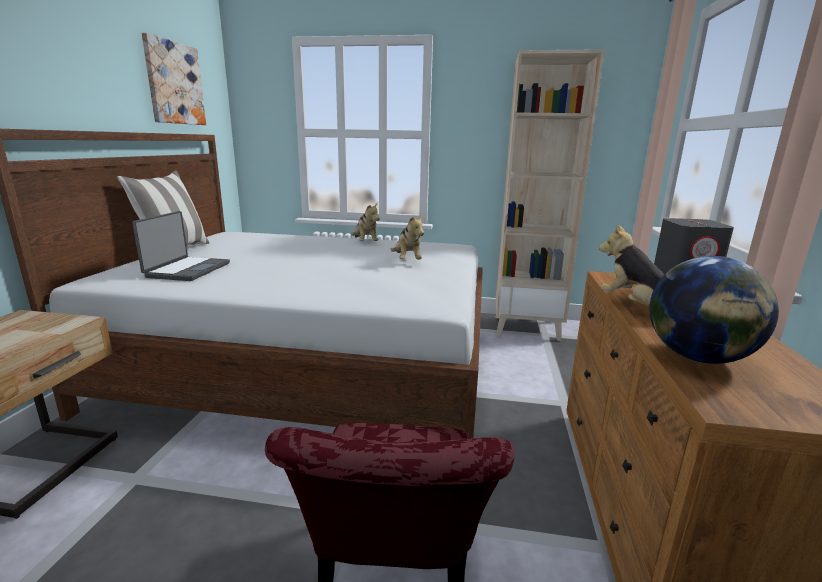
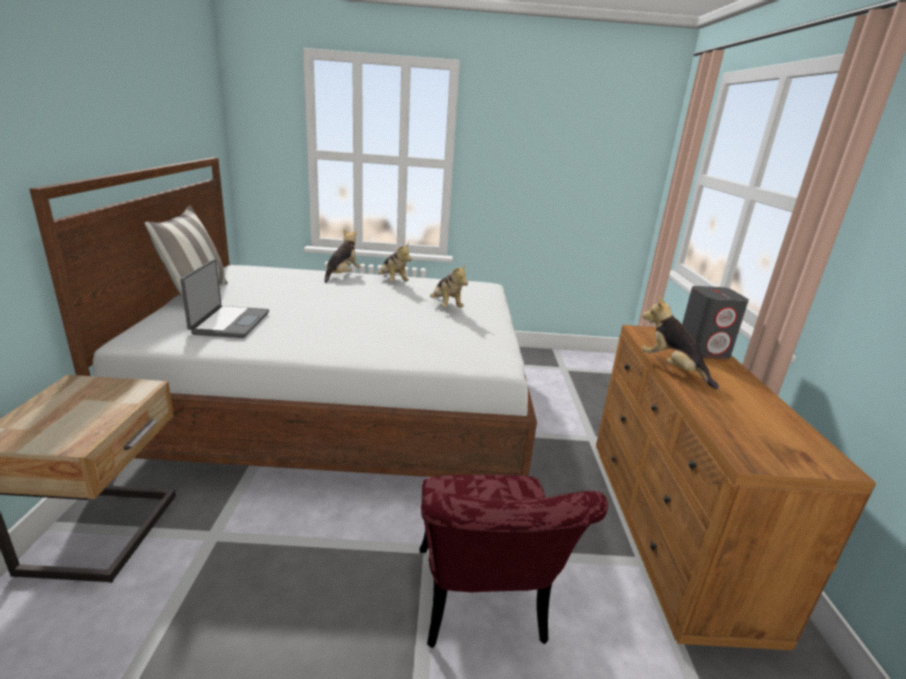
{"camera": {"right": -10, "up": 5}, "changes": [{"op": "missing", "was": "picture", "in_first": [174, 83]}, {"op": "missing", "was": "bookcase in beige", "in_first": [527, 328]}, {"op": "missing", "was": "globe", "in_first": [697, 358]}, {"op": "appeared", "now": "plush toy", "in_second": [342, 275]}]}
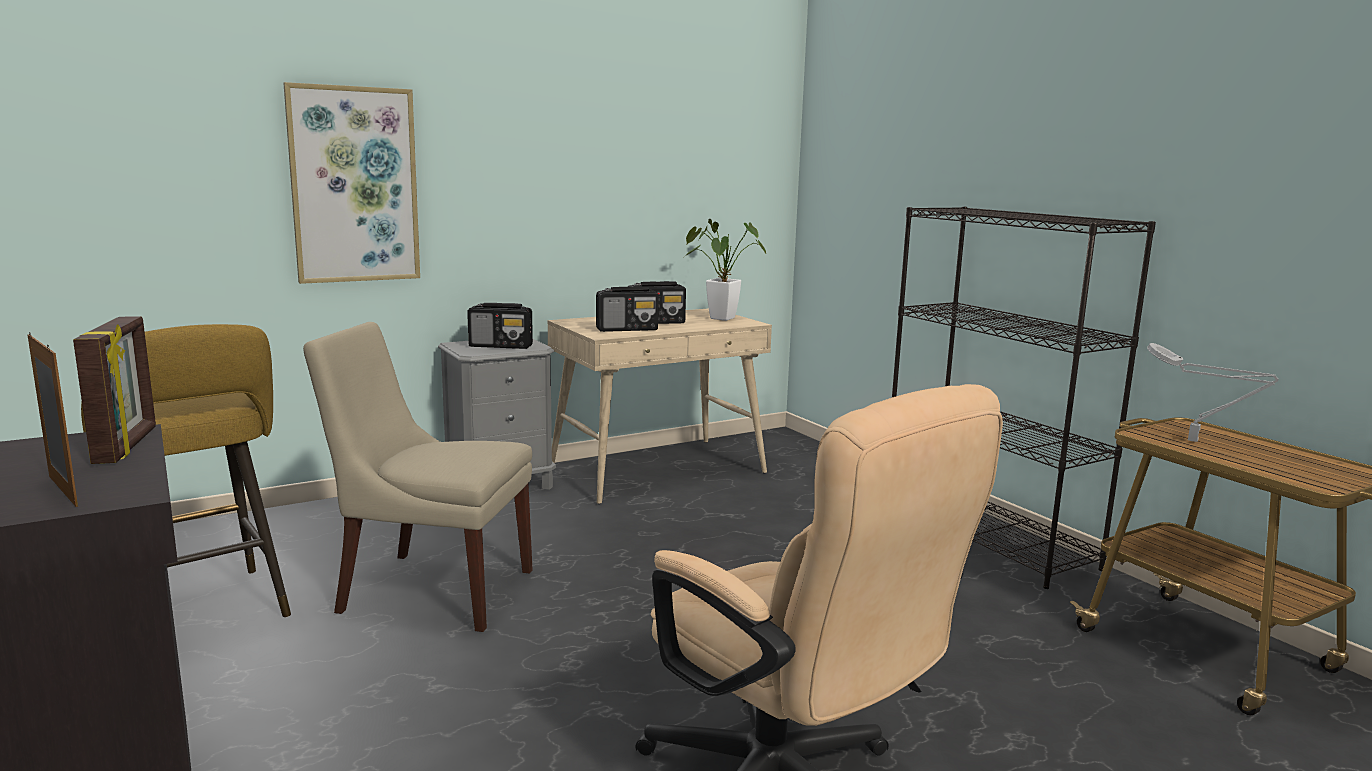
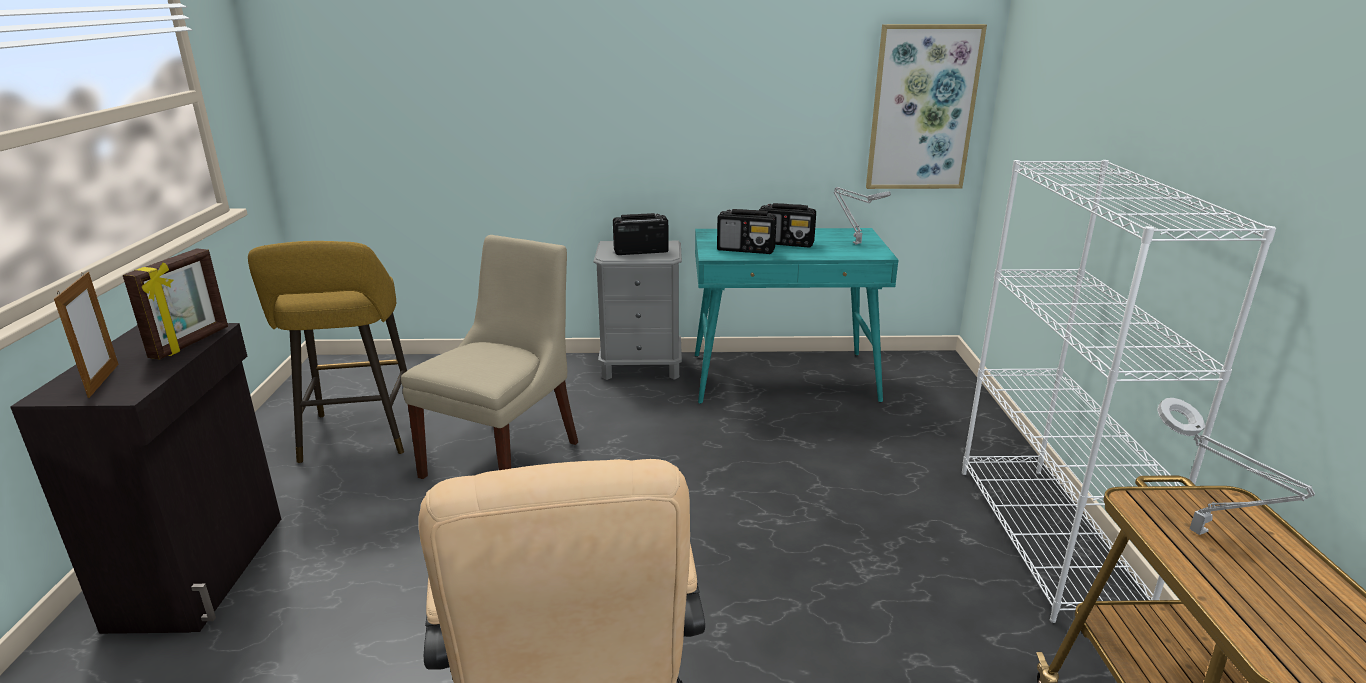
{"camera": {"right": 30, "up": 10}, "changes": [{"op": "relocated", "was": "picture", "in_first": [354, 185], "in_second": [922, 109]}, {"op": "colour", "was": "bookcase in black", "now": "bookcase in white", "in_first": [987, 538], "in_second": [1046, 538]}, {"op": "exchanged", "was": "potted plant", "now": "table lamp in grey", "in_first": [717, 318], "in_second": [855, 243]}, {"op": "spun", "was": "radio", "in_first": [501, 346], "in_second": [640, 251], "clockwise": 135}, {"op": "colour", "was": "desk in beige", "now": "desk in turquoise", "in_first": [658, 469], "in_second": [784, 377]}, {"op": "spun", "was": "chair in beige", "in_first": [431, 590], "in_second": [505, 456], "clockwise": 75}]}
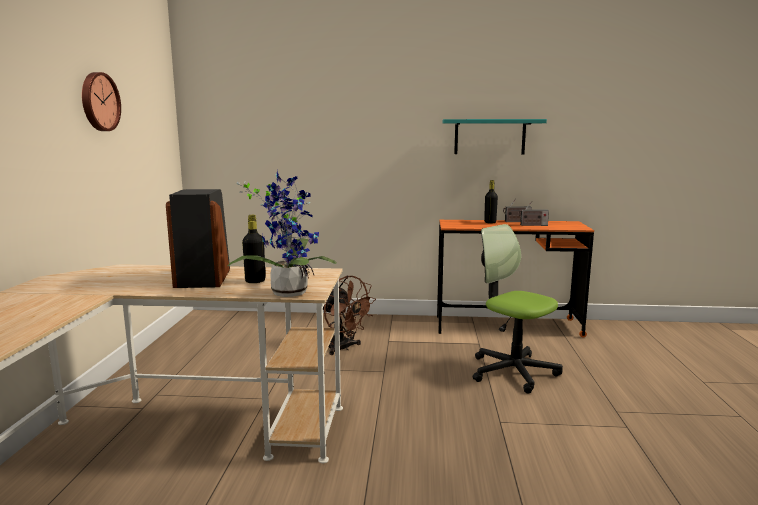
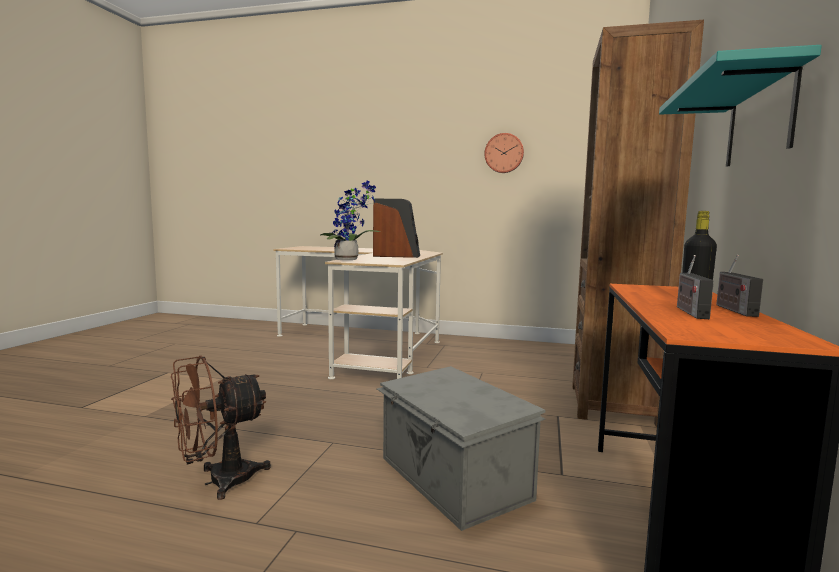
{"camera": {"right": 100, "up": -5}, "changes": [{"op": "missing", "was": "bottle in black", "in_first": [255, 281]}, {"op": "exchanged", "was": "office chair", "now": "storage box in grey", "in_first": [513, 371], "in_second": [452, 479]}, {"op": "relocated", "was": "fan in brown", "in_first": [343, 348], "in_second": [219, 481]}, {"op": "appeared", "now": "bookcase in brown", "in_second": [614, 405]}]}
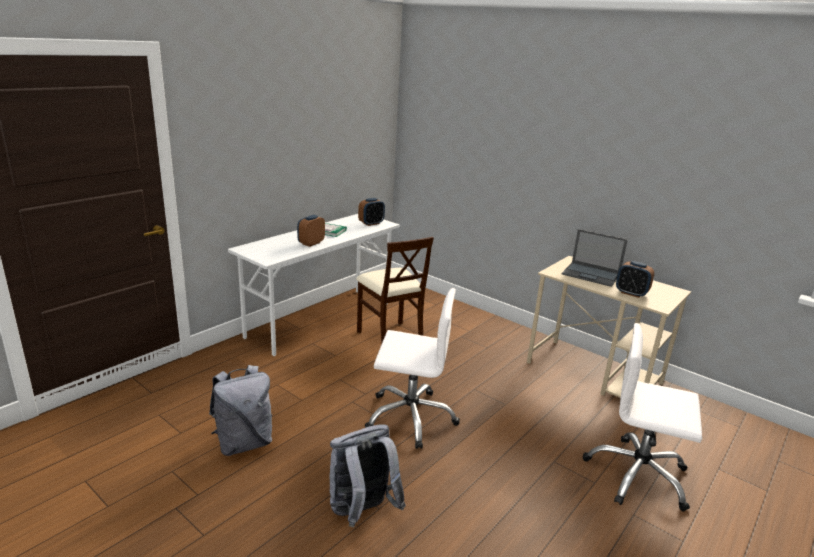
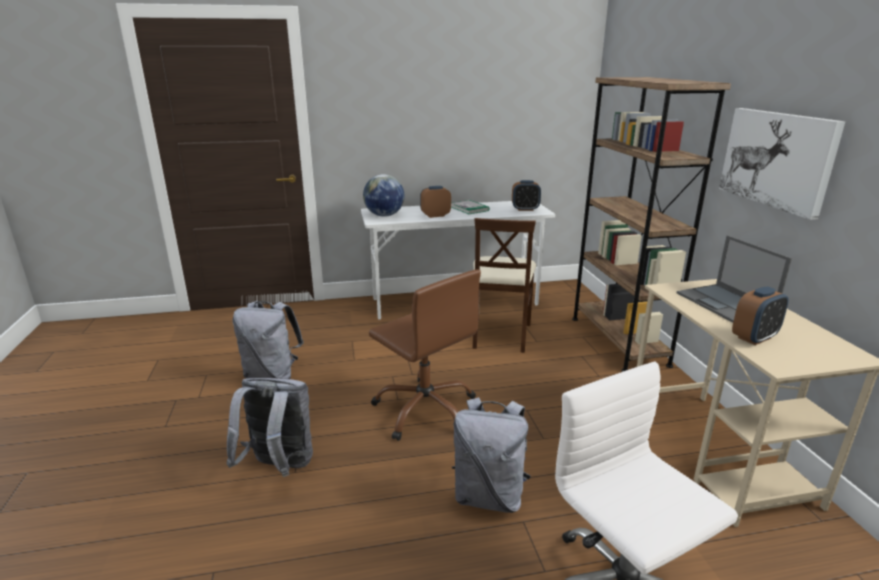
{"camera": {"right": 40, "up": 0}, "changes": [{"op": "spun", "was": "alarm clock", "in_first": [631, 293], "in_second": [754, 338], "clockwise": -105}, {"op": "colour", "was": "office chair in white", "now": "office chair in brown", "in_first": [410, 417], "in_second": [426, 409]}, {"op": "appeared", "now": "bookcase in brown", "in_second": [618, 340]}, {"op": "appeared", "now": "picture", "in_second": [777, 159]}, {"op": "appeared", "now": "globe", "in_second": [384, 215]}, {"op": "appeared", "now": "backpack in grey", "in_second": [489, 496]}]}
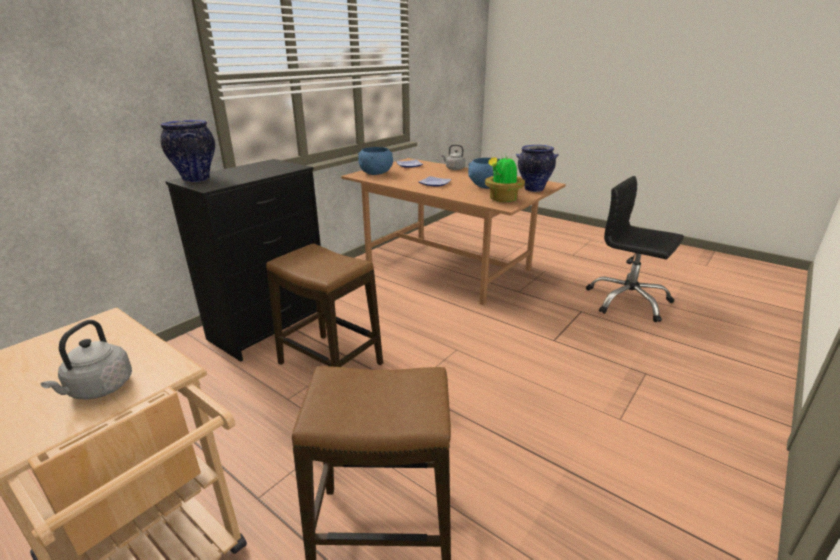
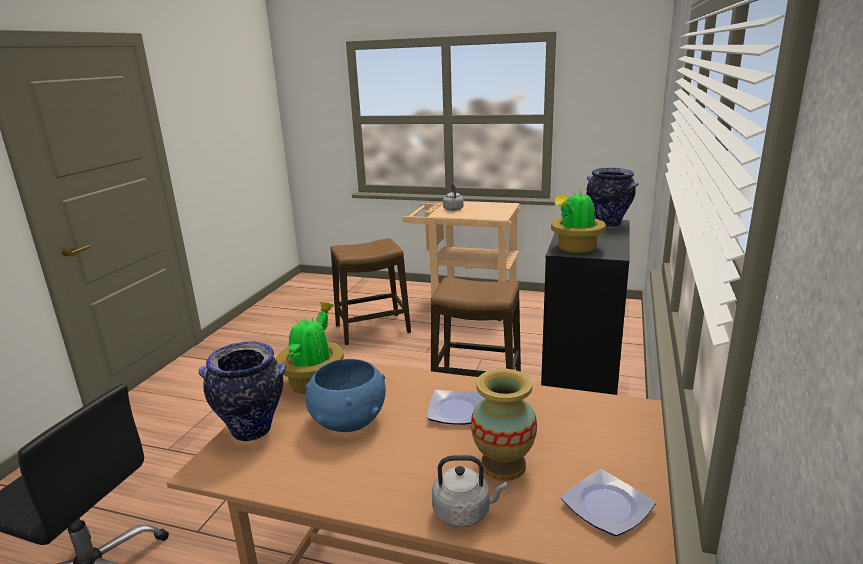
{"camera": {"right": 160, "up": -5}, "changes": [{"op": "missing", "was": "bowl in blue", "in_first": [376, 173]}, {"op": "appeared", "now": "potted plant", "in_second": [575, 249]}, {"op": "appeared", "now": "vase", "in_second": [503, 466]}]}
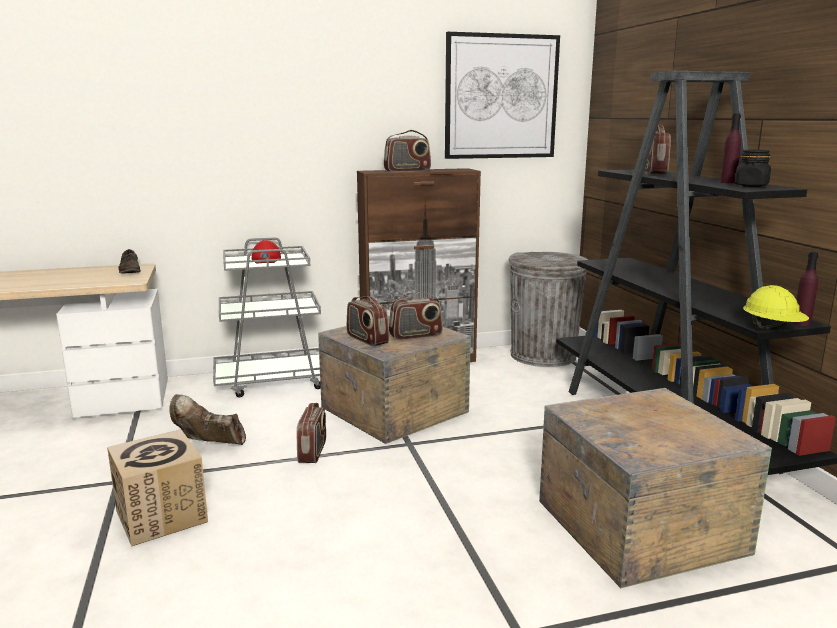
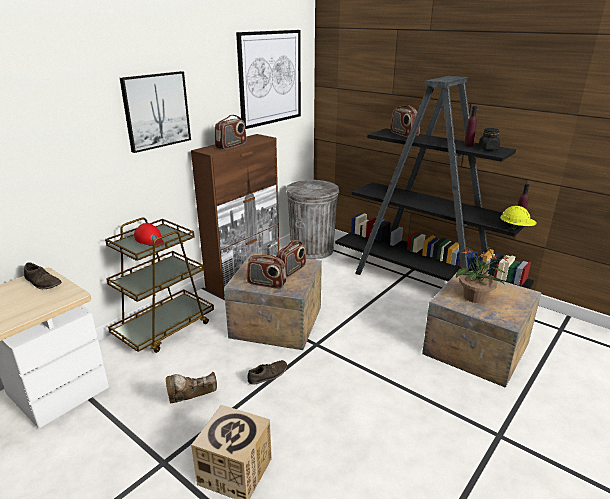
{"camera": {"right": -35, "up": 10}, "changes": [{"op": "colour", "was": "cart in grey", "now": "cart in brown", "in_first": [274, 381], "in_second": [165, 328]}, {"op": "exchanged", "was": "radio", "now": "shoe in brown", "in_first": [313, 452], "in_second": [267, 375]}, {"op": "appeared", "now": "picture", "in_second": [156, 111]}, {"op": "appeared", "now": "potted plant", "in_second": [475, 297]}]}
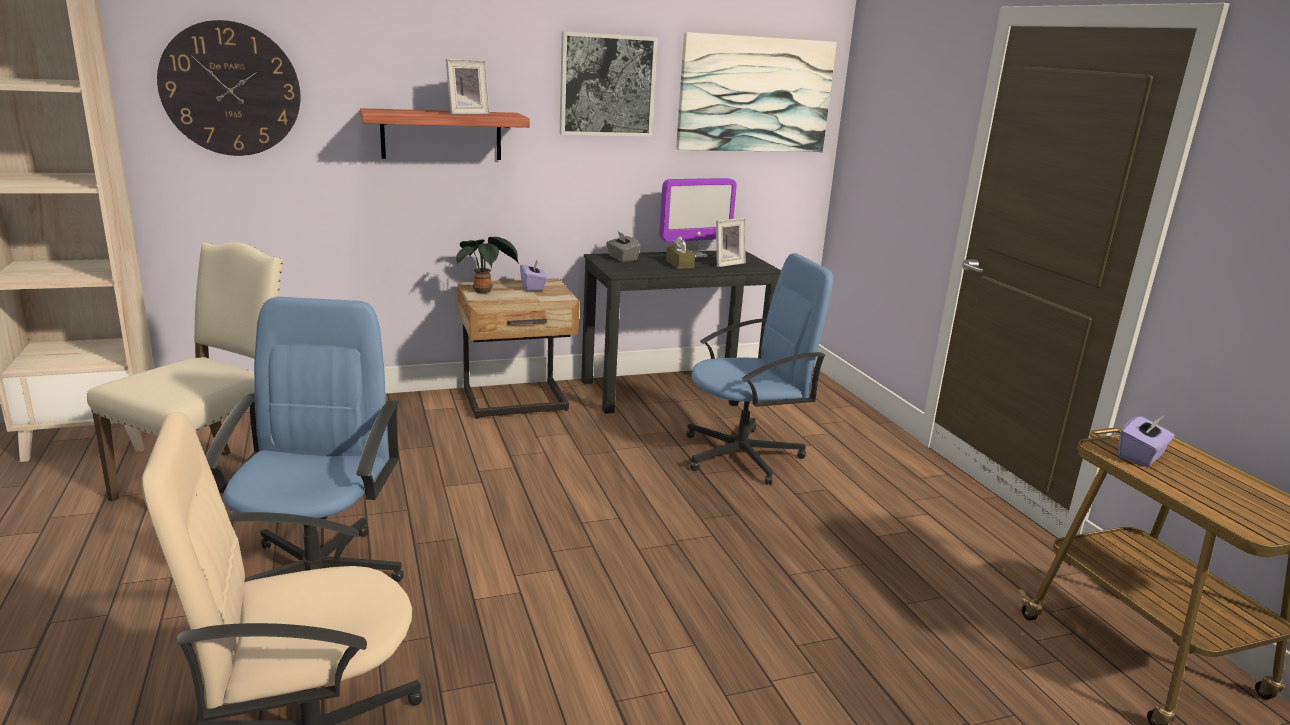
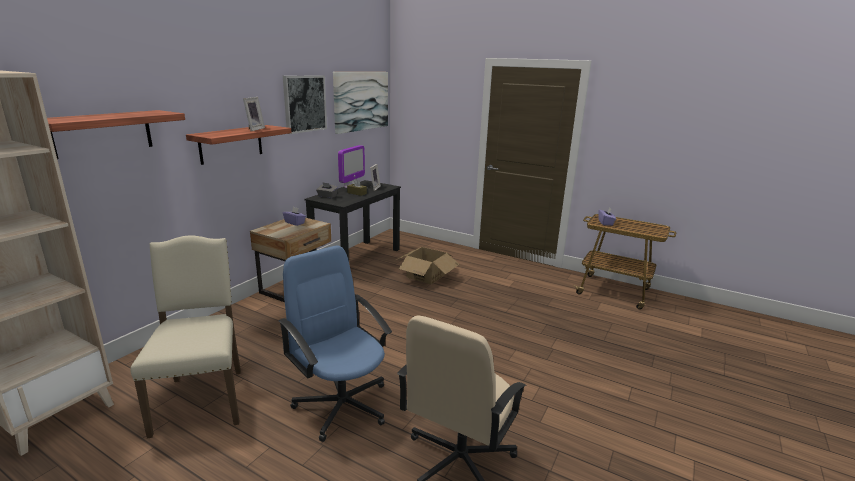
{"camera": {"right": -40, "up": 0}, "changes": [{"op": "exchanged", "was": "wall clock", "now": "shelf", "in_first": [231, 89], "in_second": [102, 133]}, {"op": "missing", "was": "potted plant", "in_first": [485, 291]}, {"op": "exchanged", "was": "office chair in blue", "now": "cardboard box", "in_first": [743, 455], "in_second": [426, 275]}]}
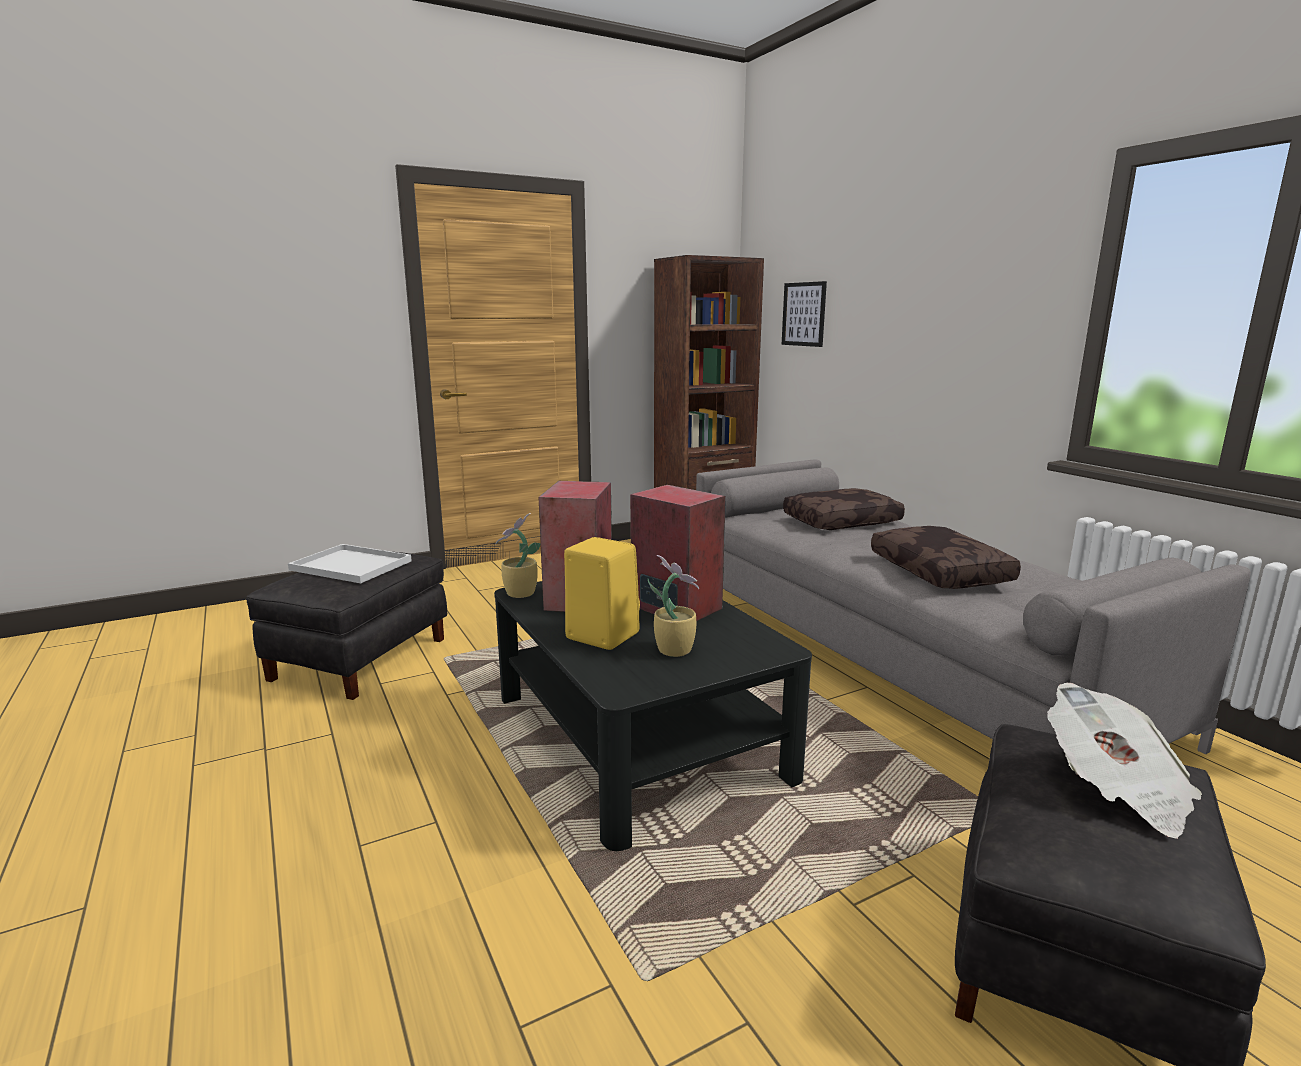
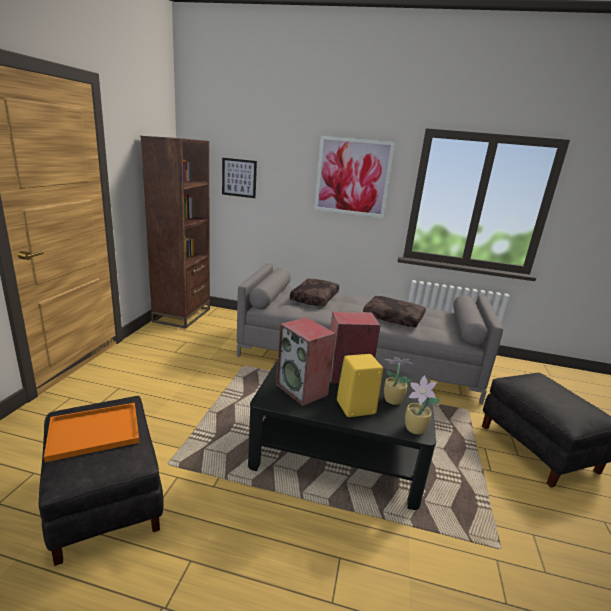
{"camera": {"right": -50, "up": 5}, "changes": [{"op": "relocated", "was": "potted plant", "in_first": [519, 594], "in_second": [415, 429]}, {"op": "colour", "was": "tray in white", "now": "tray in orange", "in_first": [353, 565], "in_second": [96, 431]}, {"op": "missing", "was": "newspaper", "in_first": [1116, 789]}, {"op": "appeared", "now": "picture", "in_second": [352, 177]}]}
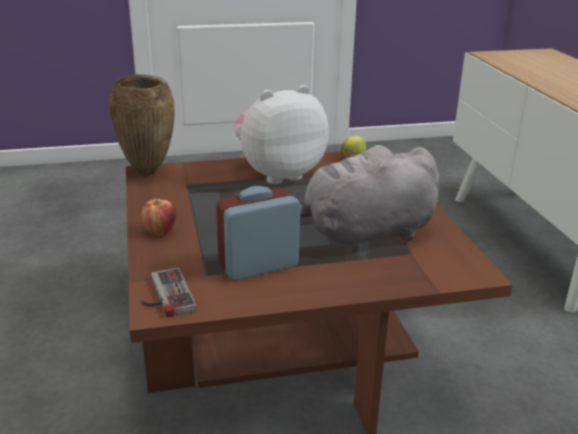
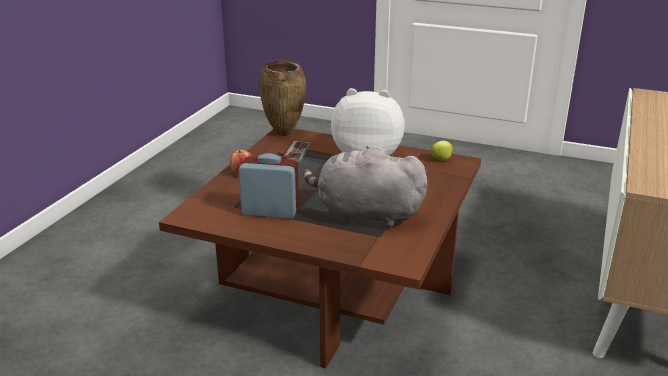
{"camera": {"right": 35, "up": 0}, "changes": [{"op": "relocated", "was": "game controller", "in_first": [164, 296], "in_second": [291, 153]}]}
